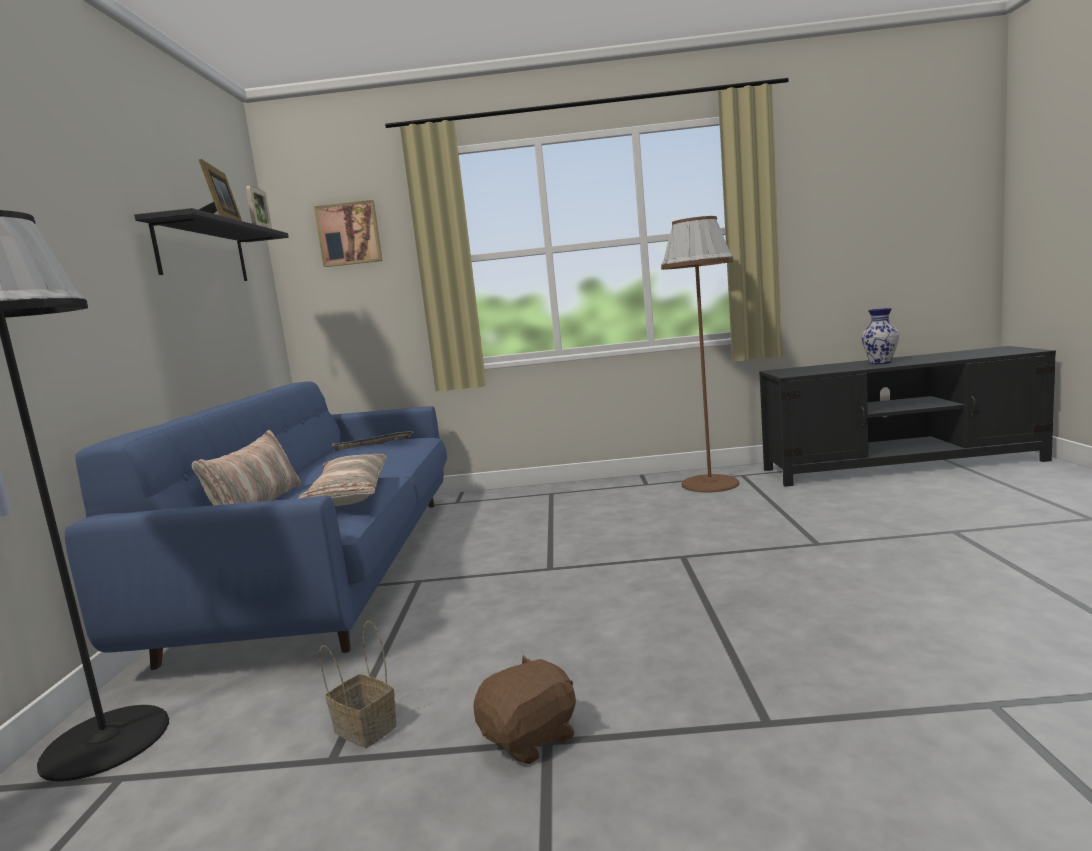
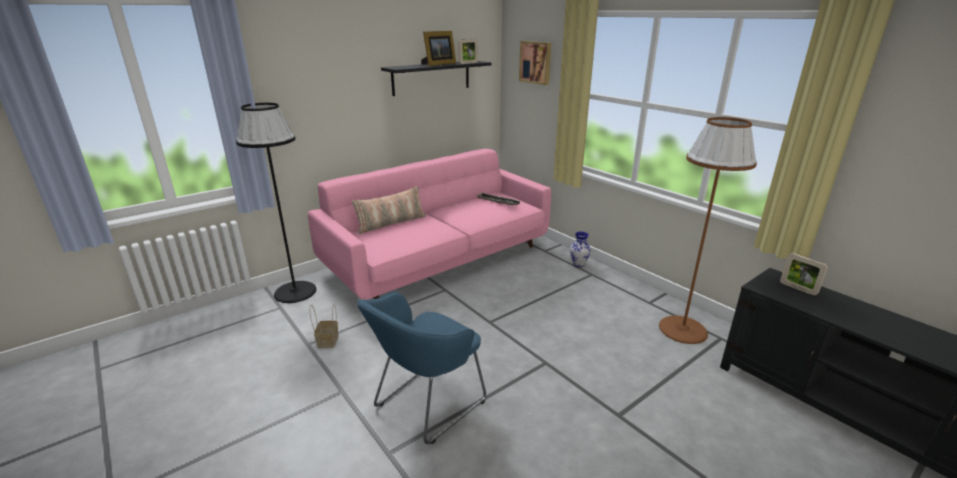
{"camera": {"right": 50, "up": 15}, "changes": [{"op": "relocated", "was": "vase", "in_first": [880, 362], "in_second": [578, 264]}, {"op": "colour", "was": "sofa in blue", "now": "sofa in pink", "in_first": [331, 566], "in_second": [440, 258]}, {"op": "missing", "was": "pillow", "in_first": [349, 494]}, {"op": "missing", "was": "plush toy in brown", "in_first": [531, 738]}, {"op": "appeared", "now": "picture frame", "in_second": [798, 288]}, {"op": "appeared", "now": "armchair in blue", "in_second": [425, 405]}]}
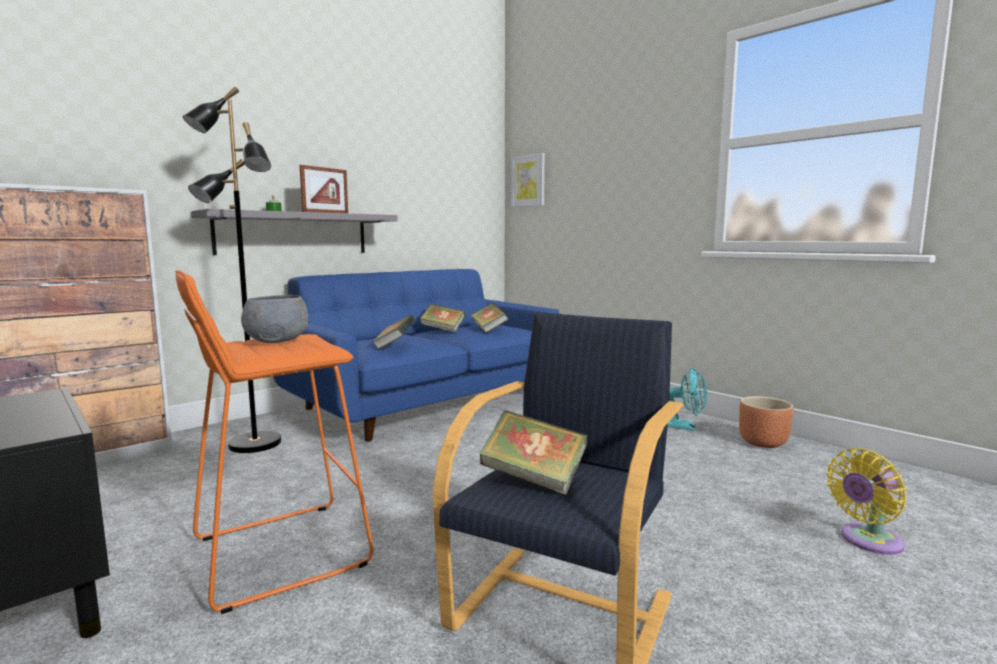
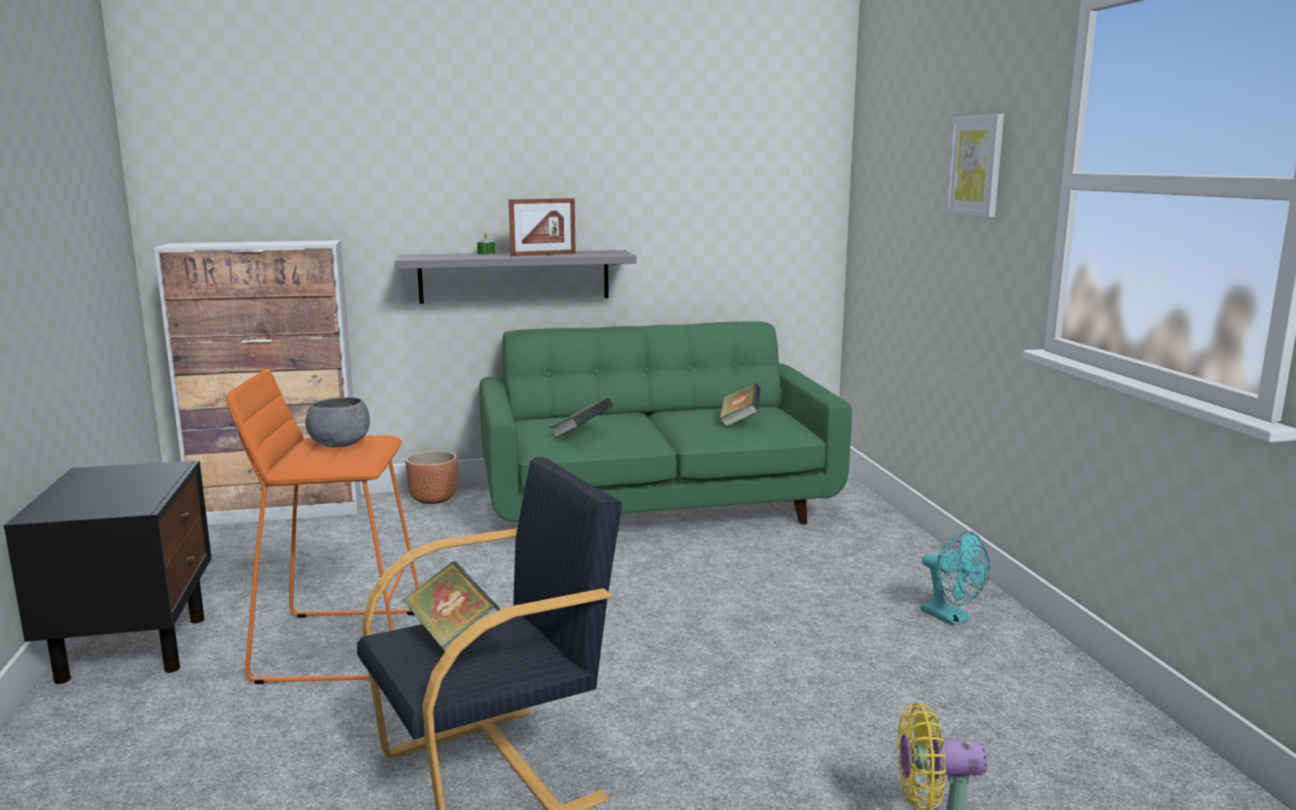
{"camera": {"right": 30, "up": 5}, "changes": [{"op": "missing", "was": "floor lamp in black", "in_first": [253, 444]}, {"op": "relocated", "was": "picture", "in_first": [528, 181], "in_second": [976, 165]}, {"op": "colour", "was": "sofa in blue", "now": "sofa in green", "in_first": [426, 402], "in_second": [656, 505]}, {"op": "missing", "was": "book", "in_first": [443, 330]}, {"op": "relocated", "was": "planter in brown", "in_first": [762, 443], "in_second": [434, 499]}]}
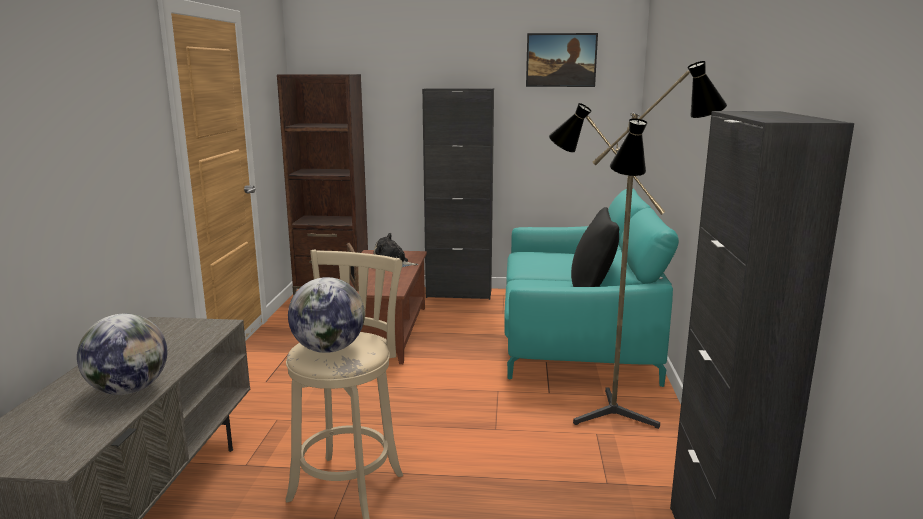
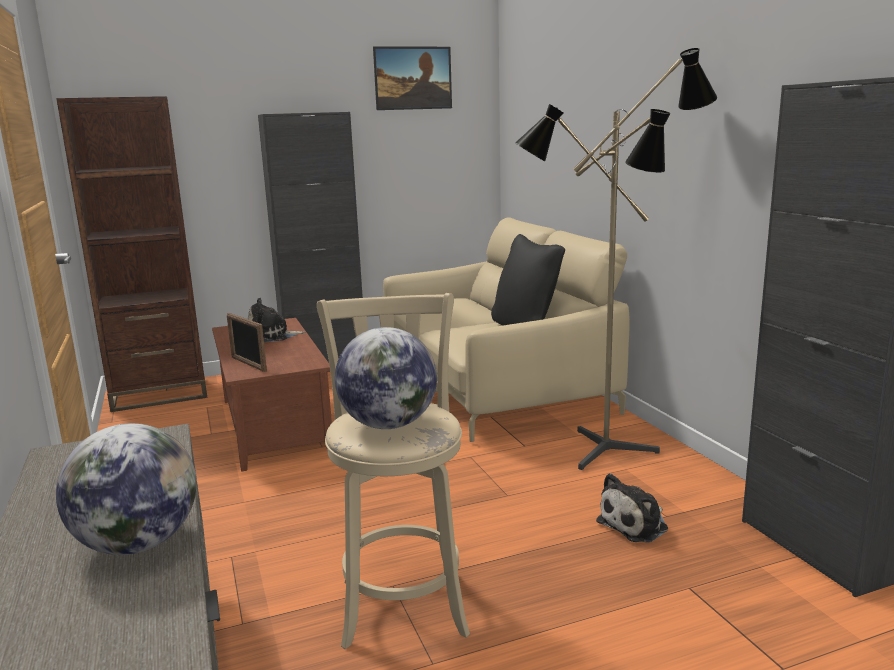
{"camera": {"right": -25, "up": 0}, "changes": [{"op": "colour", "was": "sofa in turquoise", "now": "sofa in beige", "in_first": [574, 335], "in_second": [492, 385]}, {"op": "appeared", "now": "plush toy", "in_second": [635, 524]}]}
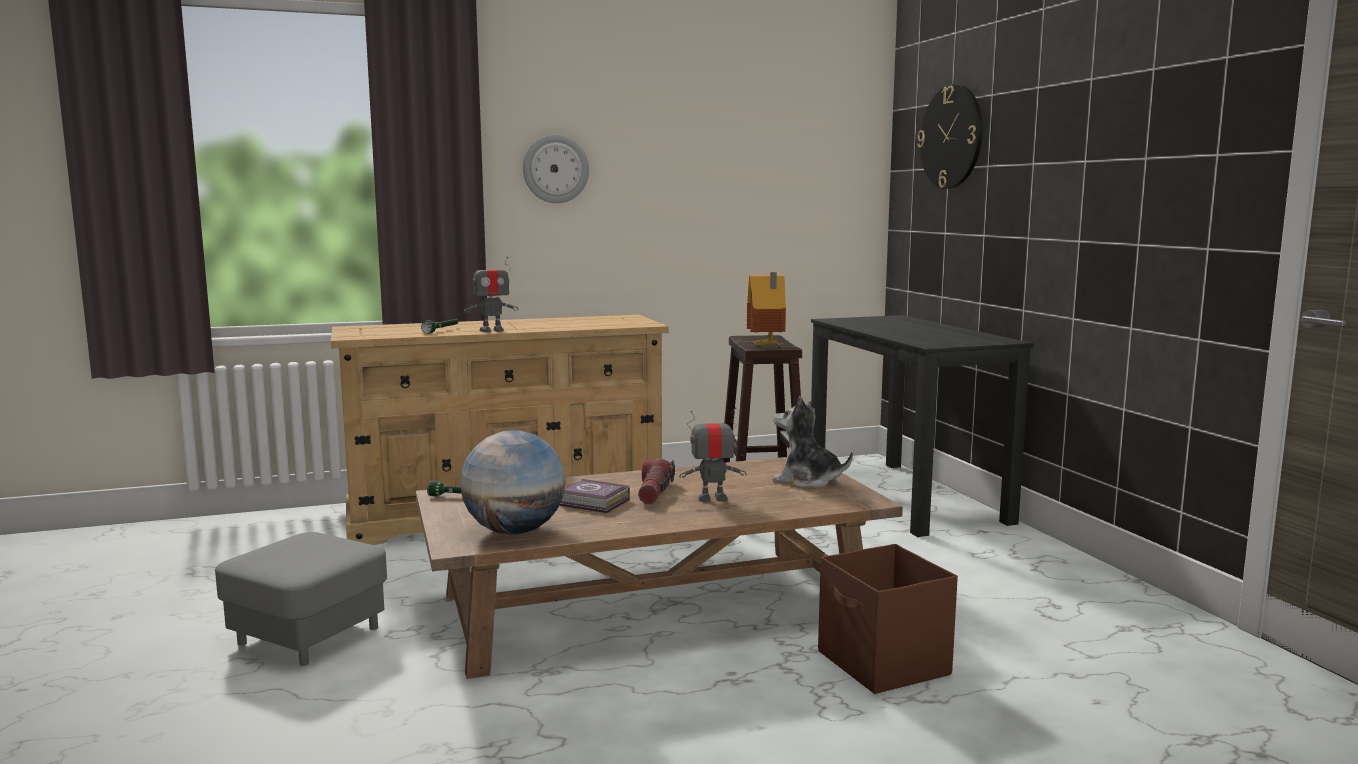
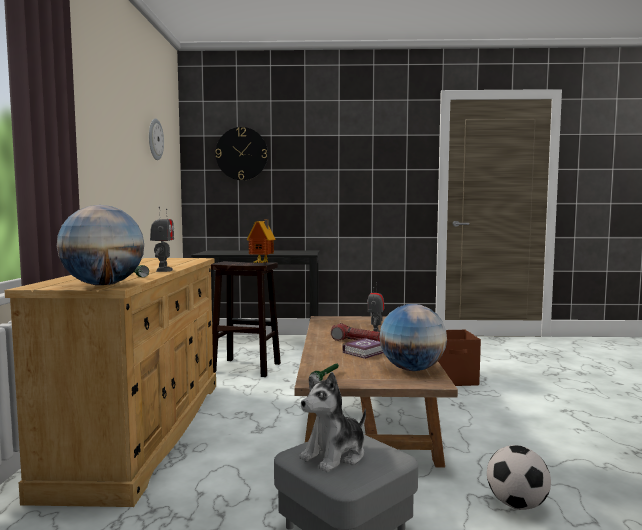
{"camera": {"right": -70, "up": -5}, "changes": [{"op": "relocated", "was": "wall clock", "in_first": [555, 169], "in_second": [155, 139]}, {"op": "relocated", "was": "plush toy", "in_first": [807, 481], "in_second": [335, 455]}, {"op": "appeared", "now": "globe", "in_second": [104, 285]}, {"op": "appeared", "now": "football", "in_second": [516, 504]}]}
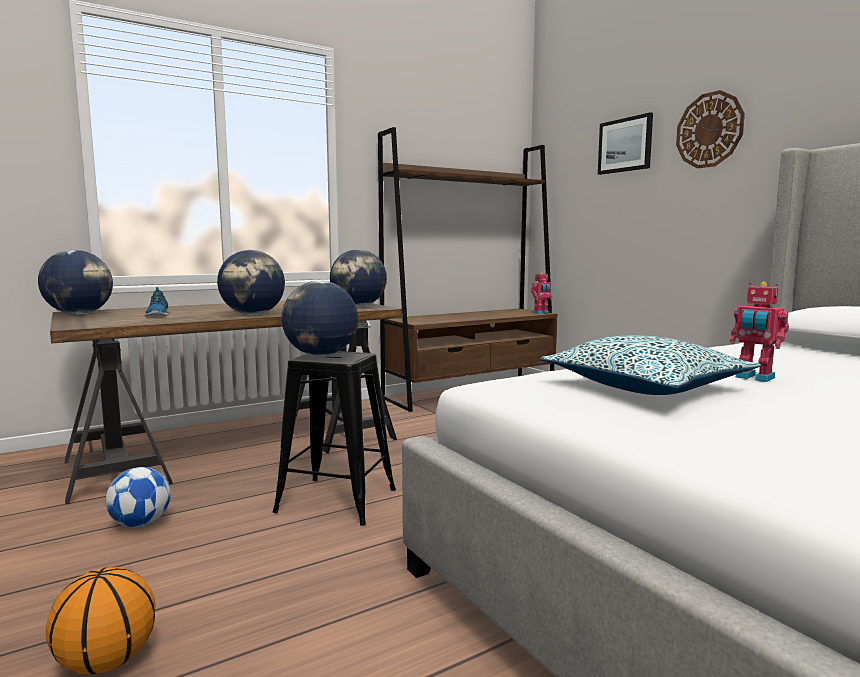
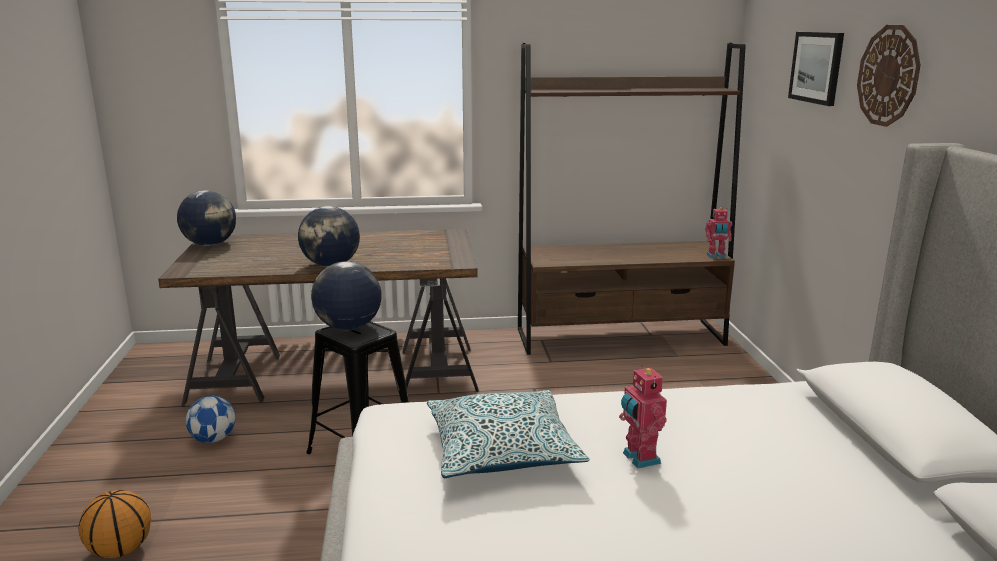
{"camera": {"right": 25, "up": 10}, "changes": [{"op": "missing", "was": "globe", "in_first": [359, 306]}, {"op": "missing", "was": "shoe", "in_first": [157, 315]}]}
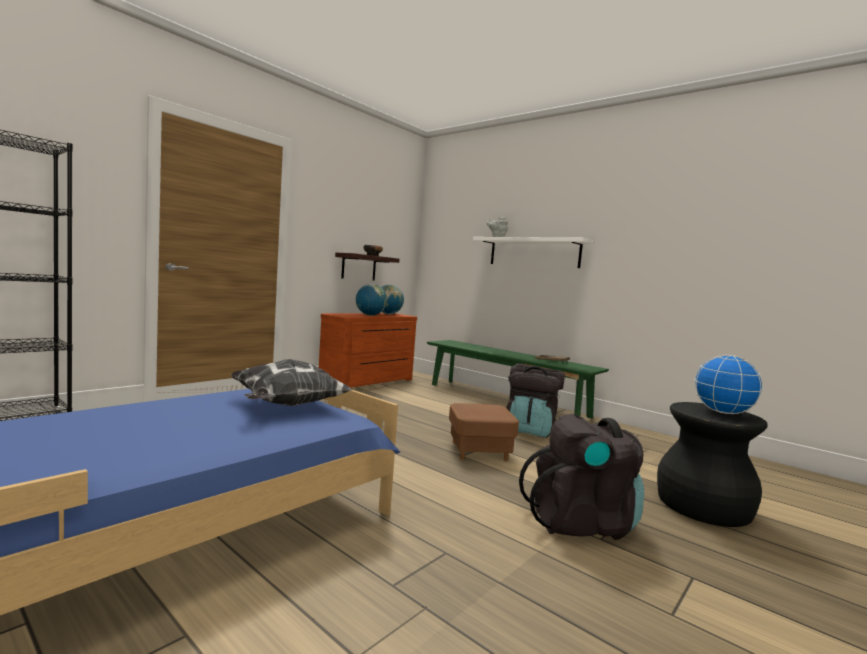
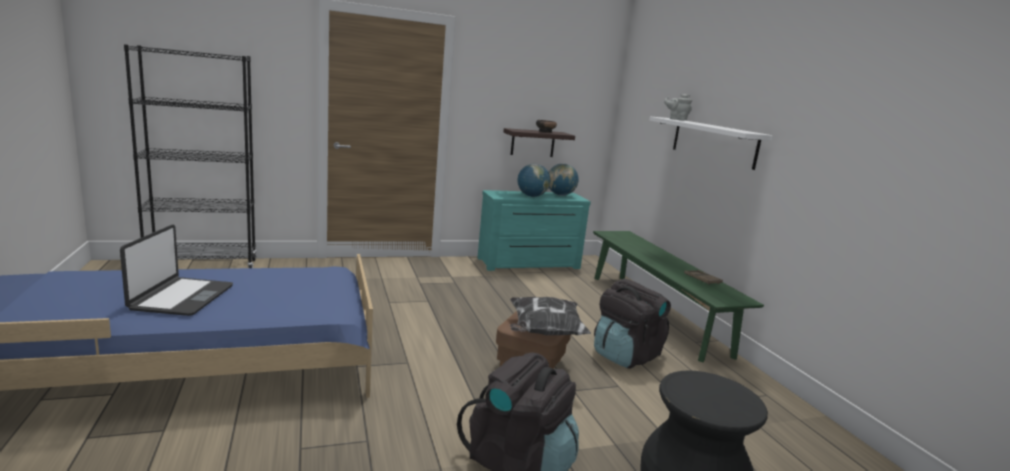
{"camera": {"right": 30, "up": 10}, "changes": [{"op": "colour", "was": "dresser in brown", "now": "dresser in turquoise", "in_first": [369, 382], "in_second": [529, 264]}, {"op": "missing", "was": "globe", "in_first": [723, 413]}, {"op": "relocated", "was": "pillow", "in_first": [287, 406], "in_second": [544, 332]}, {"op": "appeared", "now": "laptop", "in_second": [181, 297]}]}
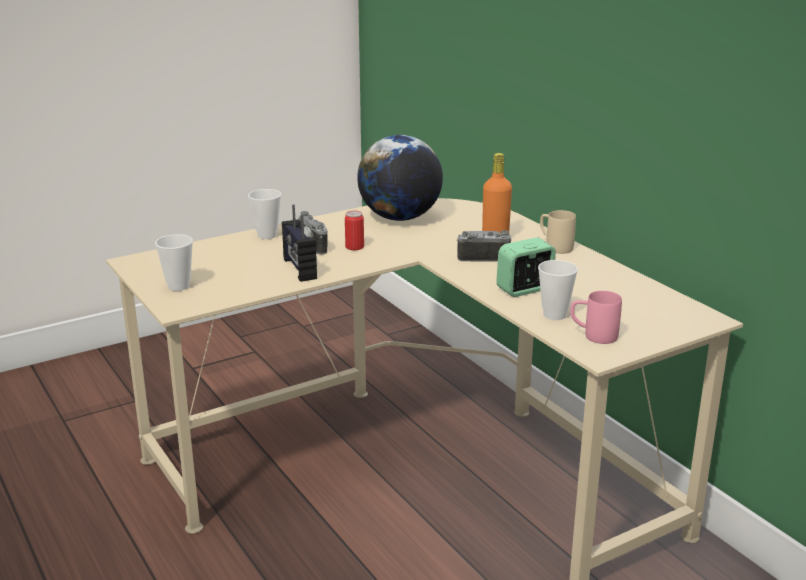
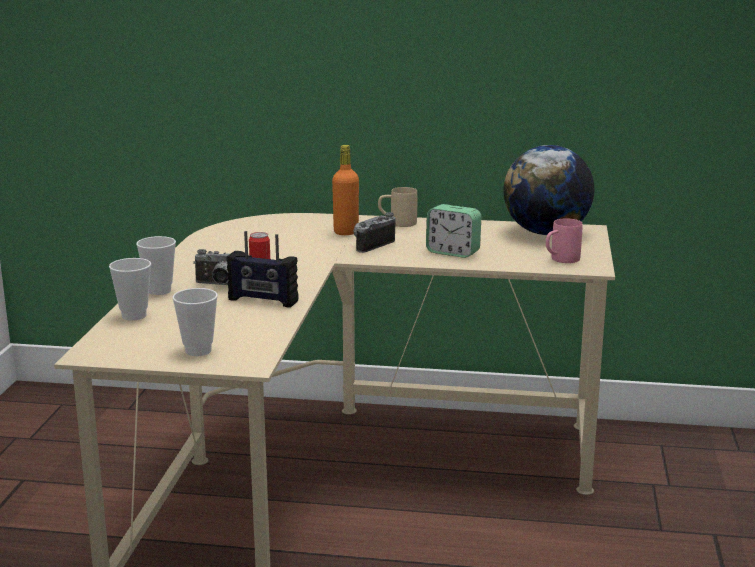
{"camera": {"right": -50, "up": -5}, "changes": [{"op": "relocated", "was": "globe", "in_first": [400, 218], "in_second": [546, 233]}, {"op": "spun", "was": "alarm clock", "in_first": [524, 289], "in_second": [453, 252], "clockwise": -75}, {"op": "relocated", "was": "cup", "in_first": [554, 315], "in_second": [134, 316]}]}
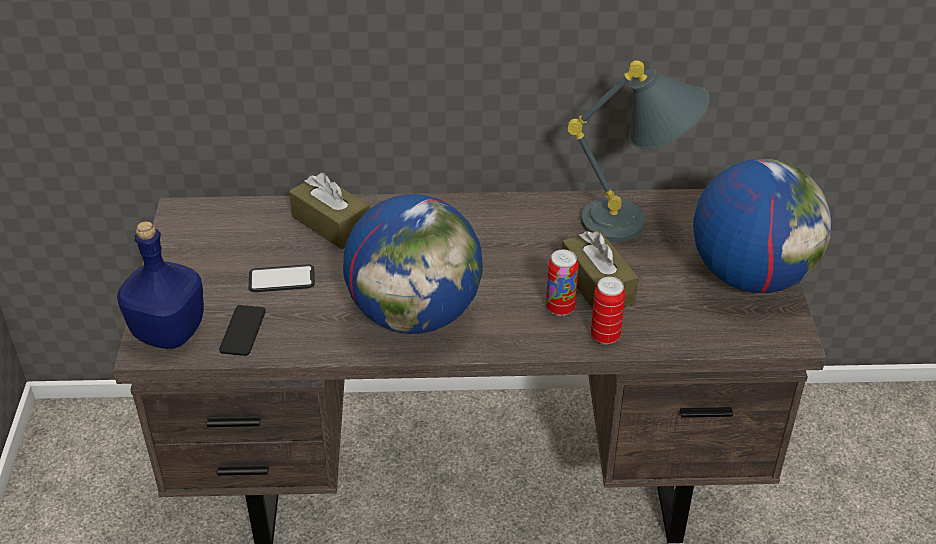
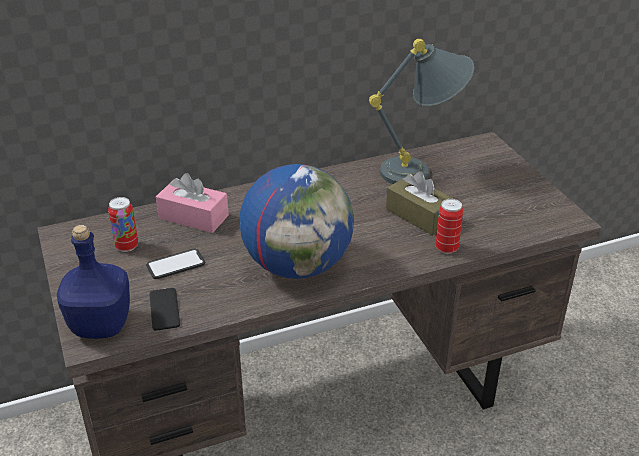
{"camera": {"right": -20, "up": -5}, "changes": [{"op": "missing", "was": "globe", "in_first": [751, 275]}, {"op": "colour", "was": "tissue box in brown", "now": "tissue box in pink", "in_first": [331, 224], "in_second": [193, 217]}, {"op": "relocated", "was": "can", "in_first": [560, 308], "in_second": [126, 246]}]}
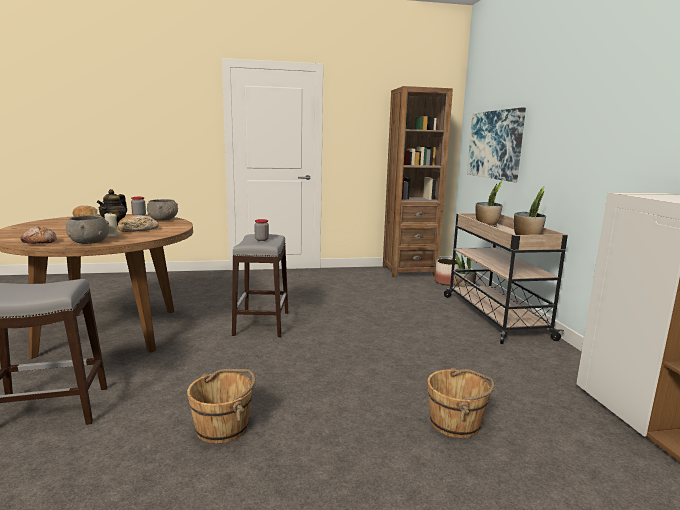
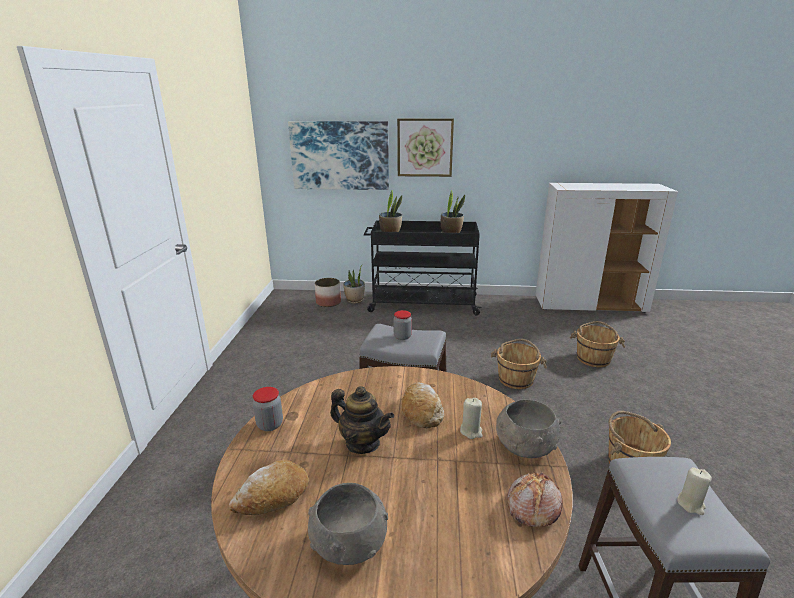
{"camera": {"right": -75, "up": 10}, "changes": [{"op": "missing", "was": "bookcase in brown", "in_first": [409, 271]}, {"op": "relocated", "was": "bowl in grey", "in_first": [163, 219], "in_second": [349, 543]}, {"op": "colour", "was": "cart in beige", "now": "cart in black", "in_first": [494, 315], "in_second": [422, 304]}, {"op": "appeared", "now": "picture", "in_second": [425, 147]}, {"op": "appeared", "now": "bucket in brown", "in_second": [516, 379]}, {"op": "appeared", "now": "candle in beige", "in_second": [691, 504]}]}
